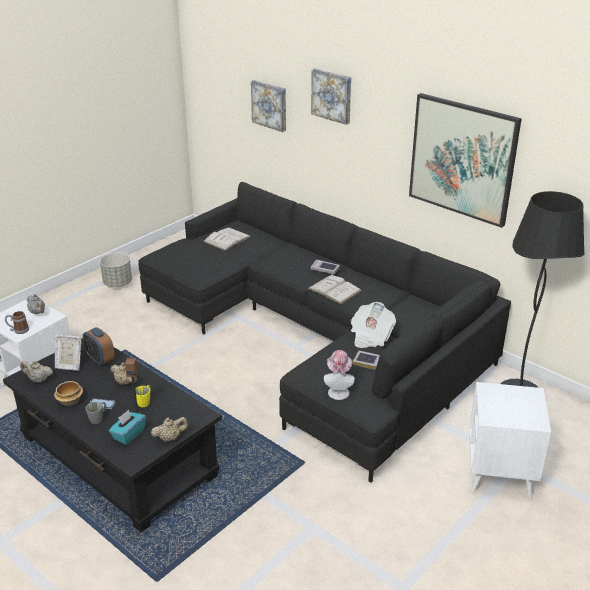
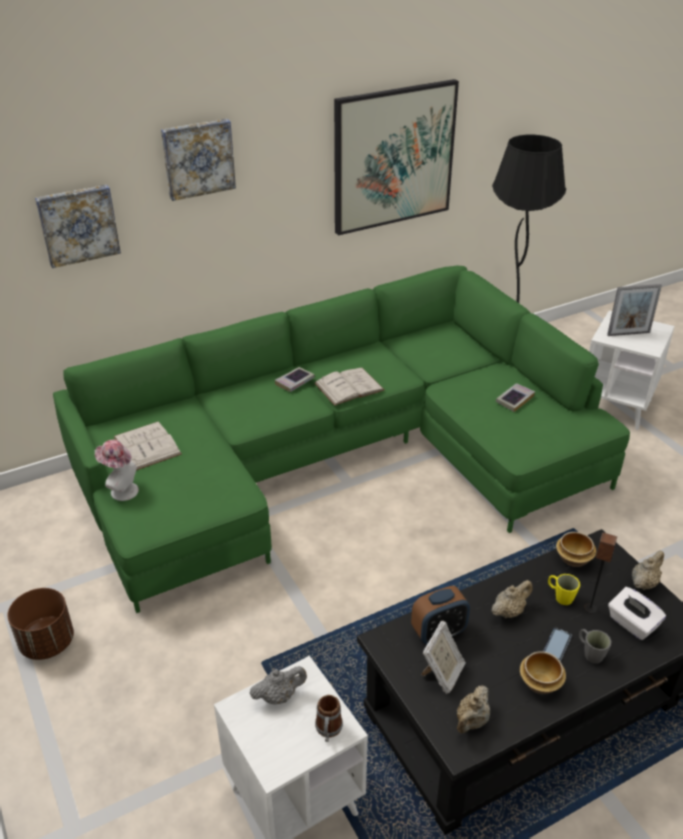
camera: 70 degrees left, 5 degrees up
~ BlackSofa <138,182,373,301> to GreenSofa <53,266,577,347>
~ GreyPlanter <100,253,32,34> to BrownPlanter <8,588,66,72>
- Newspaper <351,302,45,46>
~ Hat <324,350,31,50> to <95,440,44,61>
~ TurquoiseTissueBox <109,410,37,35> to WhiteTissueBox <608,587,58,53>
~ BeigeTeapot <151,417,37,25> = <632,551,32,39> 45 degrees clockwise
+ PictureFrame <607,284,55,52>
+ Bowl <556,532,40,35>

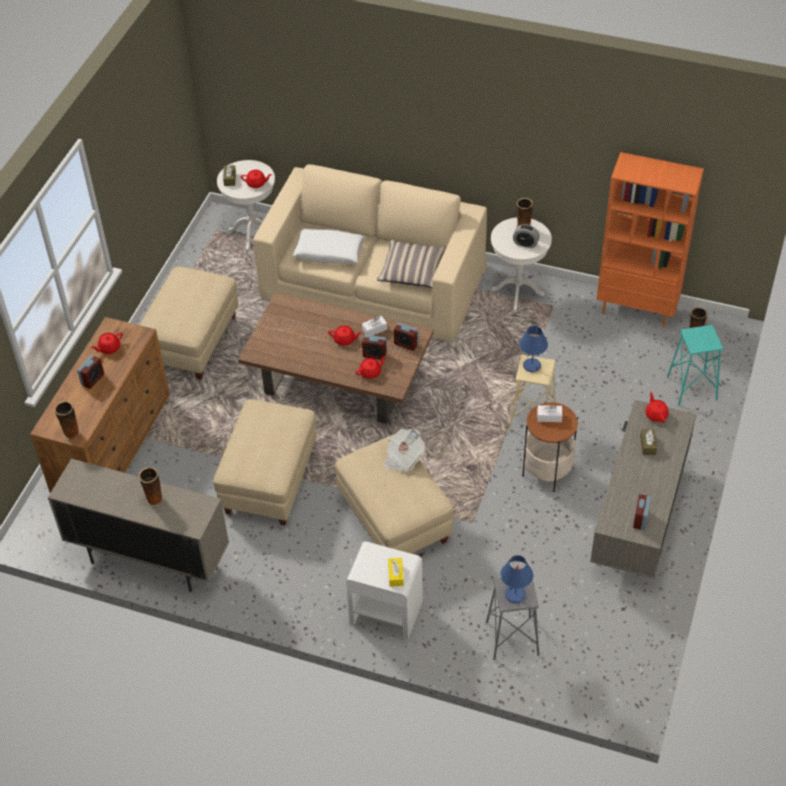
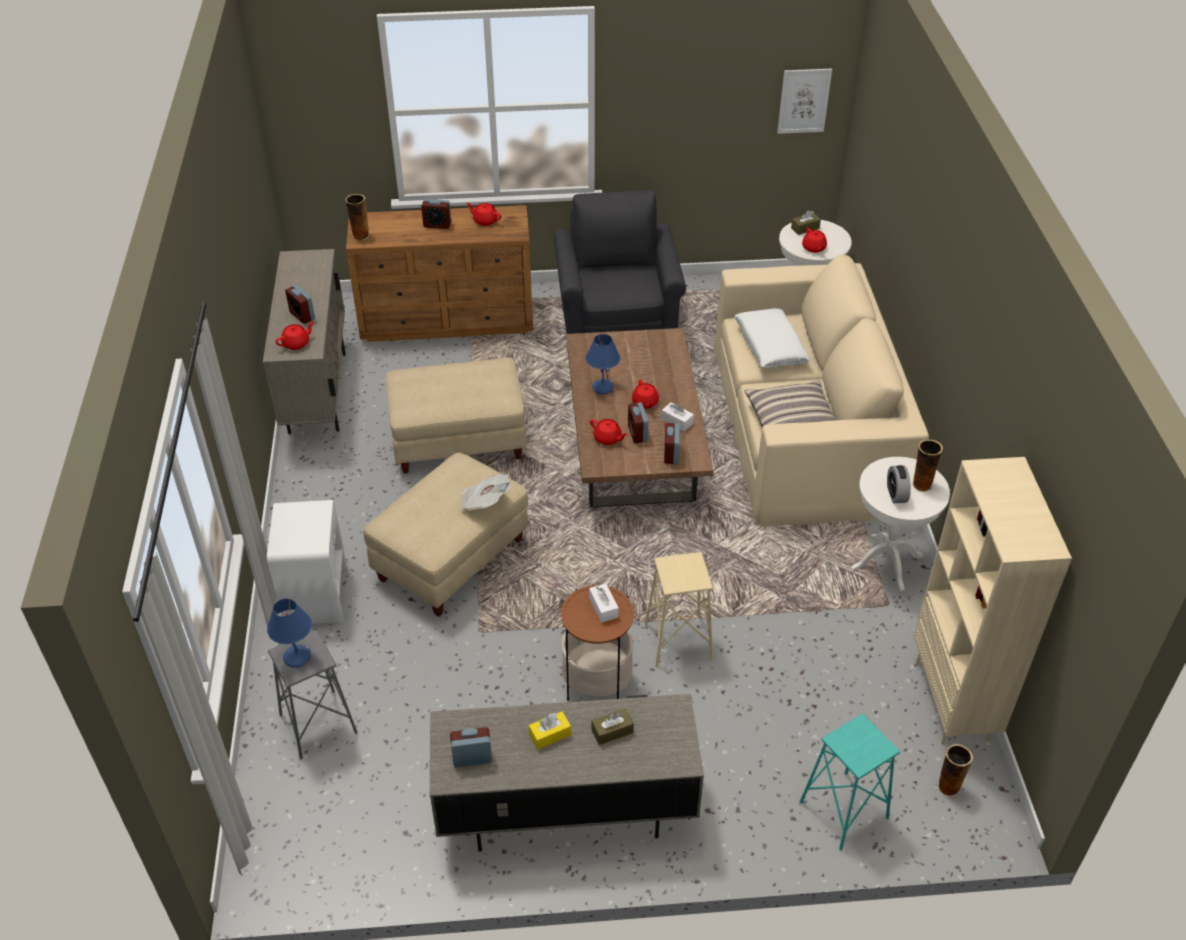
camera: 65 degrees right, 5 degrees down
~ OrangeBookcase <597,152,107,175> to BeigeBookcase <914,457,158,288>
~ BeigeOttoman <140,267,98,113> to GreyArmchair <554,190,132,144>
~ BlueTableLamp <519,326,29,46> to <586,334,34,60>
~ RedTeapot <645,392,24,31> to <275,321,39,29>
~ Vase <139,467,24,39> to AlarmClock <285,285,30,39>
~ YellowTissueBox <388,558,16,29> to <529,711,42,38>
+ Picture <777,69,55,65>

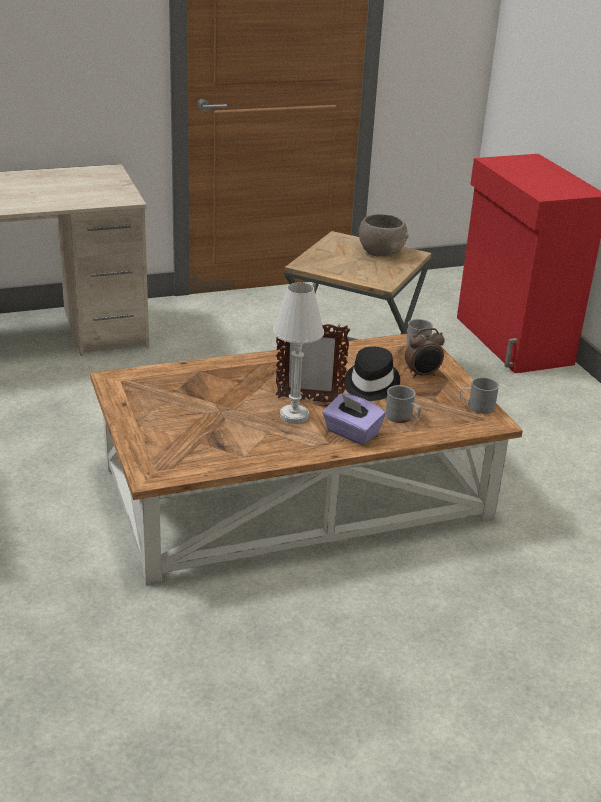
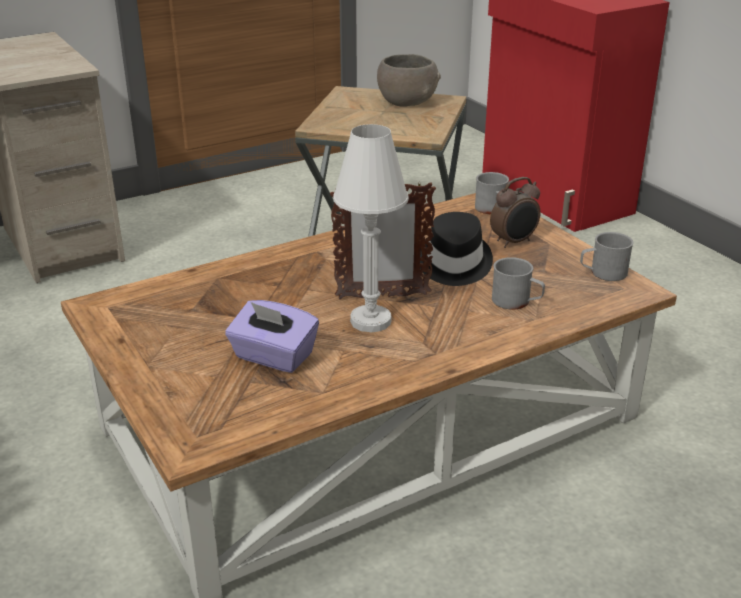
camera: 10 degrees left, 0 degrees up
~ PurpleTissueBox <322,393,64,52> to <225,300,94,73>

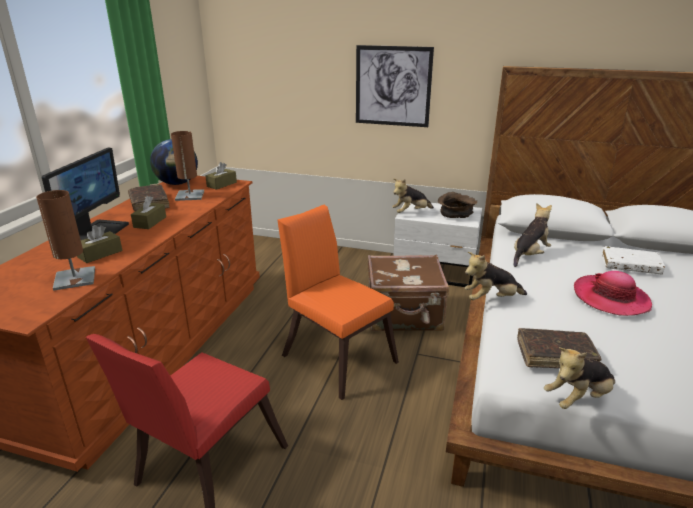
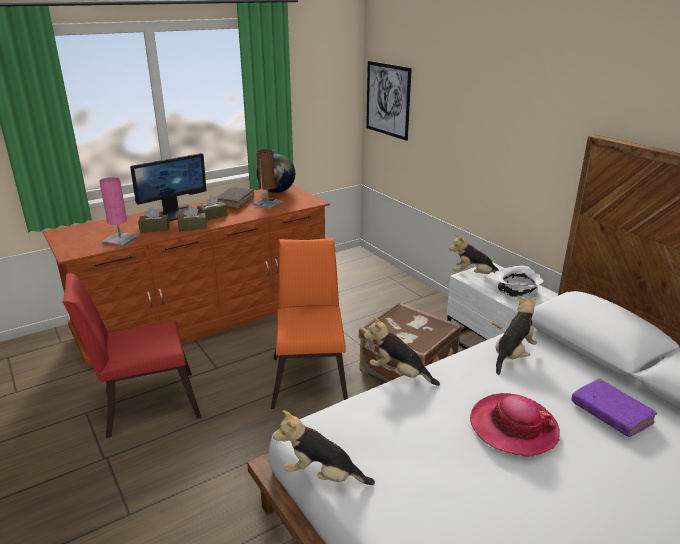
camera: 40 degrees right, 0 degrees up
~ Picture <356,45,78,82> to <366,61,46,80>
~ BrownTissueBox <205,162,32,28> to <178,206,29,25>
~ BrownTableLamp <36,190,59,101> to PinkTableLamp <99,177,40,69>
~ BrownBowl <438,192,39,26> to WhiteBowl <495,265,49,33>
~ PlushToy <514,203,38,64> = <496,296,41,79> 45 degrees counterclockwise
~ WhiteBook <602,246,63,28> to PurpleBook <571,379,86,58>
- BrownBook <517,328,85,40>

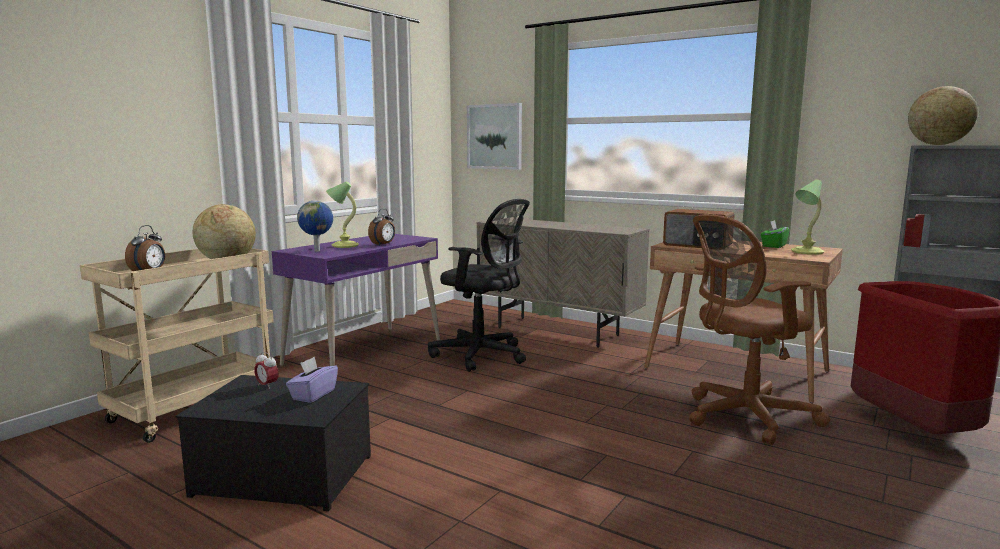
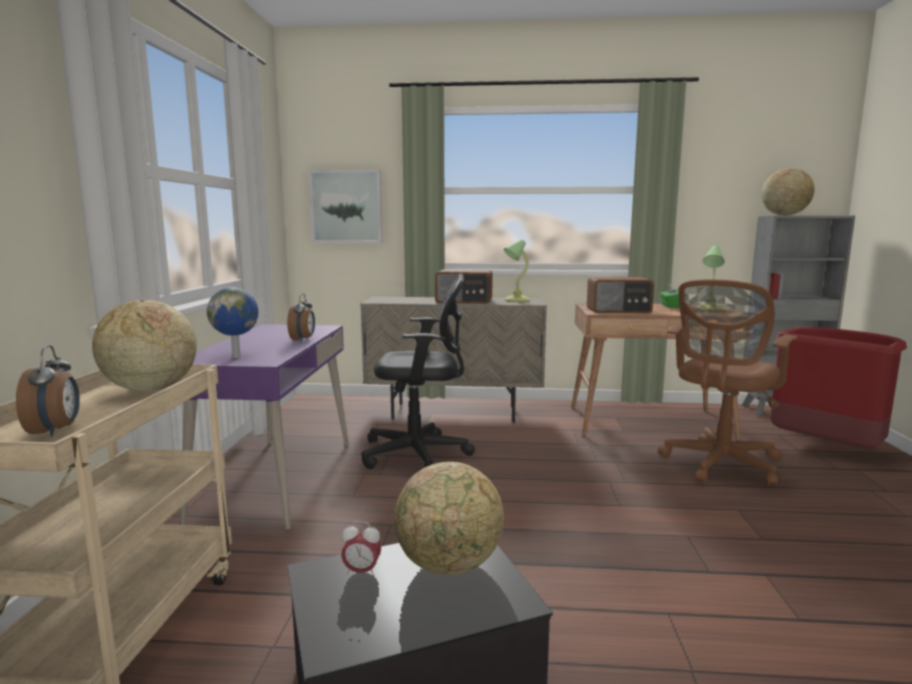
camera: 30 degrees left, 0 degrees up
~ TableLamp <326,182,33,66> to <504,240,26,62>
~ PurpleTissueBox <286,357,52,46> to Globe <394,462,110,113>
+ Radio <435,270,58,34>

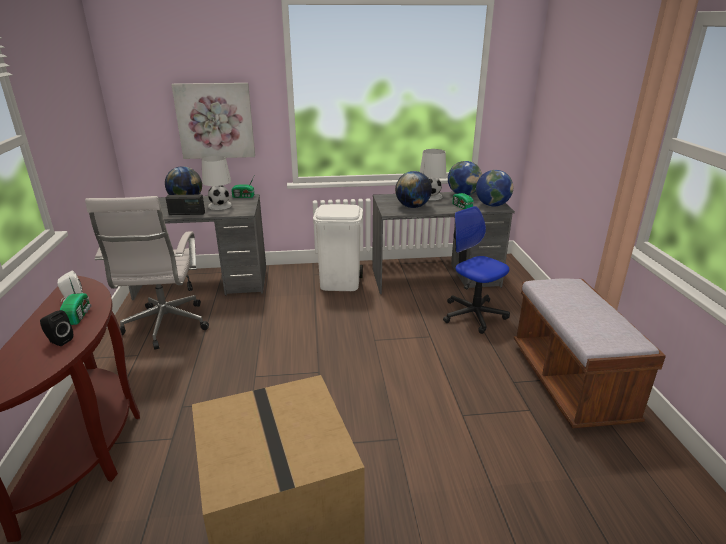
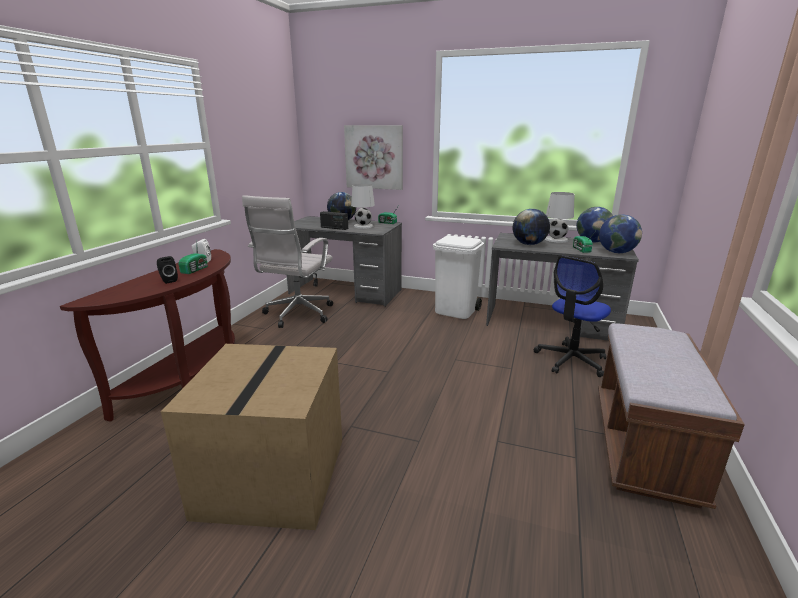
camera: 25 degrees right, 5 degrees down
~ OfficeChair <443,206,67,128> = <534,255,77,122> 120 degrees counterclockwise

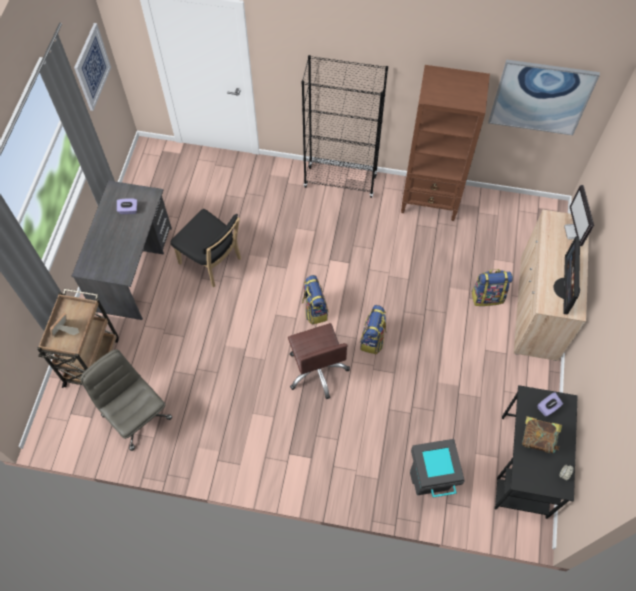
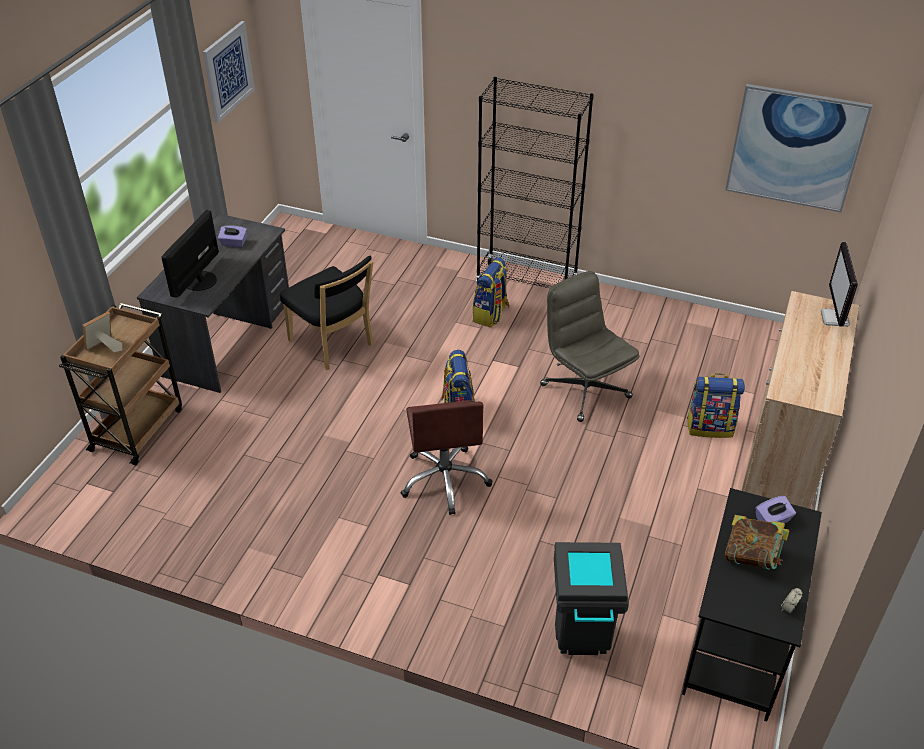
camera: 10 degrees right, 20 degrees down
- BrownBookcase <401,65,89,156>
~ Monitor <554,237,26,77> to <161,210,58,88>
~ Backpack <360,305,27,49> to <473,257,36,70>
~ GreyOfficeChair <80,349,92,102> to <540,271,99,151>

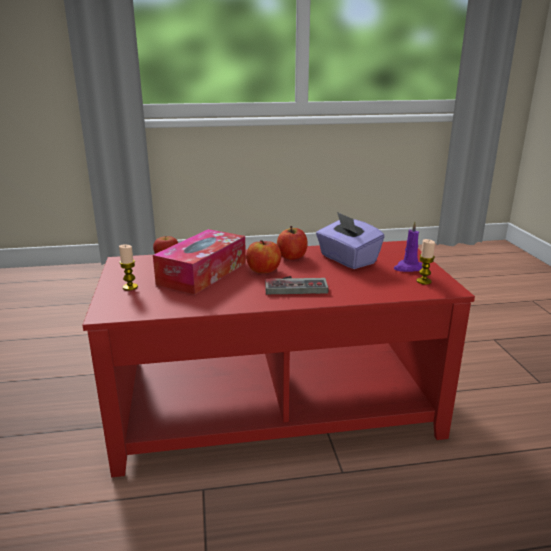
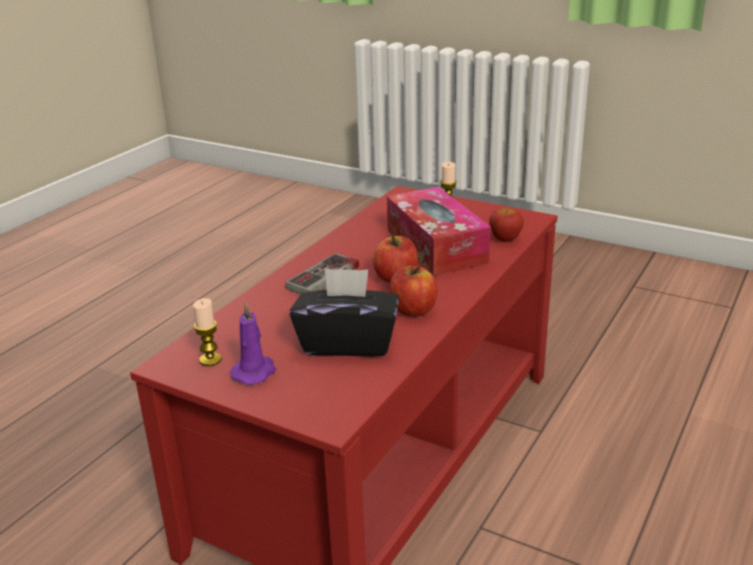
camera: 130 degrees right, 5 degrees up
~ PurpleTissueBox <316,212,69,57> to BlackTissueBox <290,268,109,89>

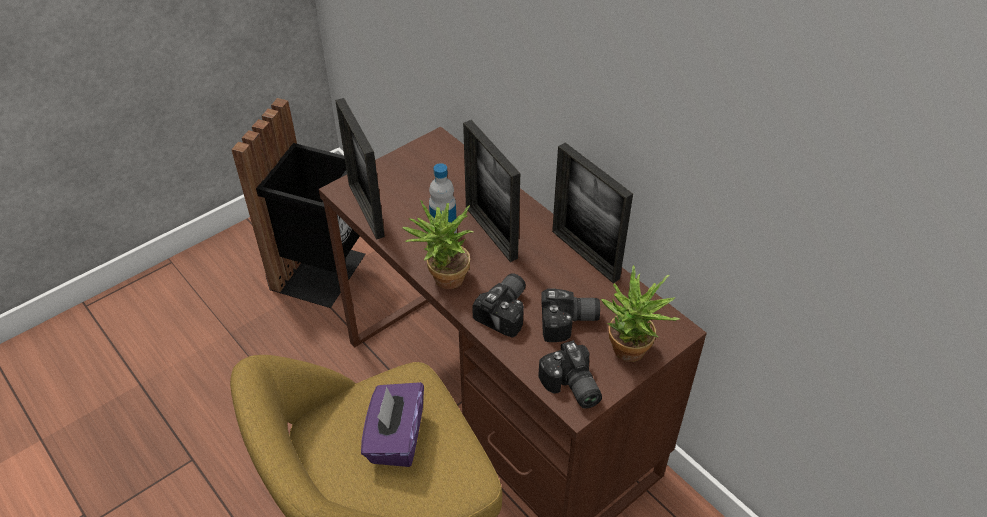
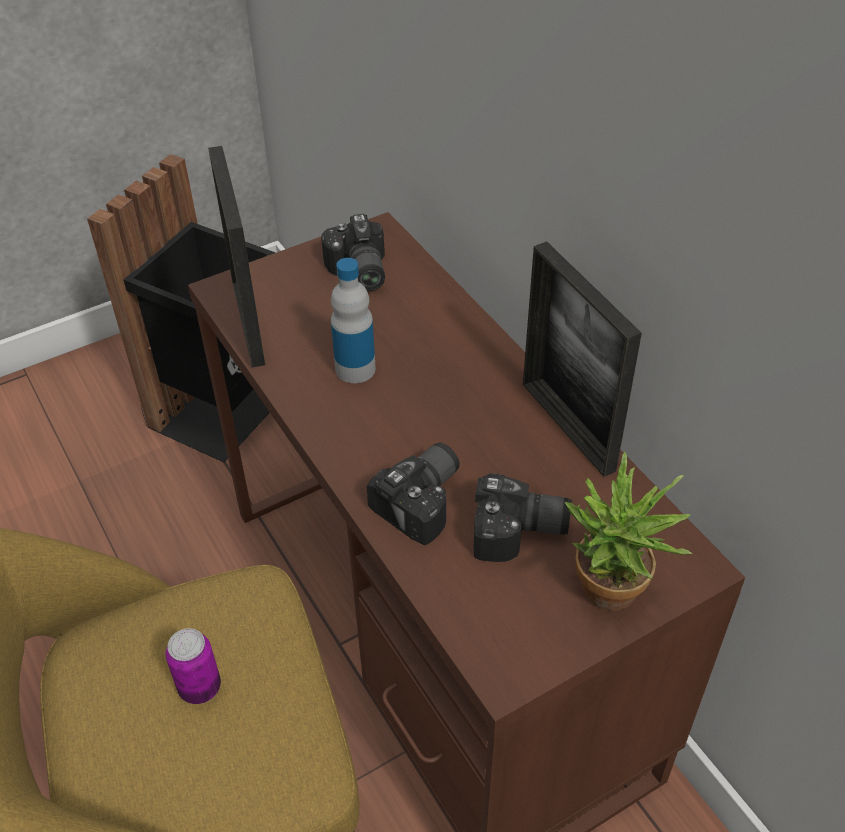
camera: 10 degrees right, 0 degrees up
- PictureFrame <463,120,57,142>
- PottedPlant <403,200,71,89>
~ PhotoCamera <539,340,63,69> to <321,214,64,77>
~ PurpleTissueBox <361,382,63,85> to Can <166,628,55,76>

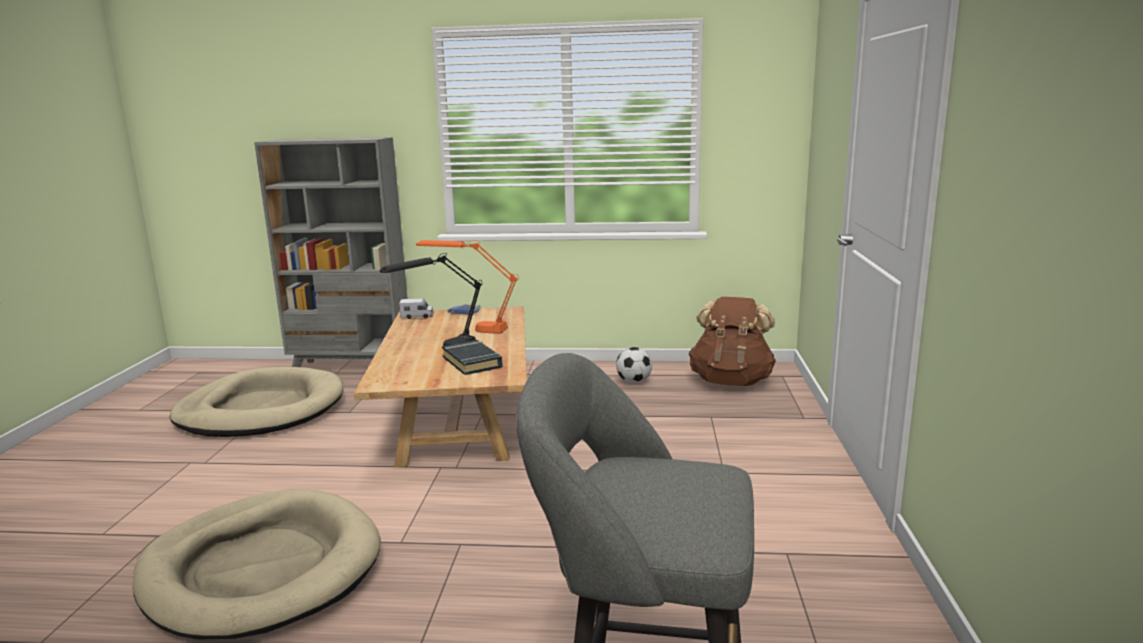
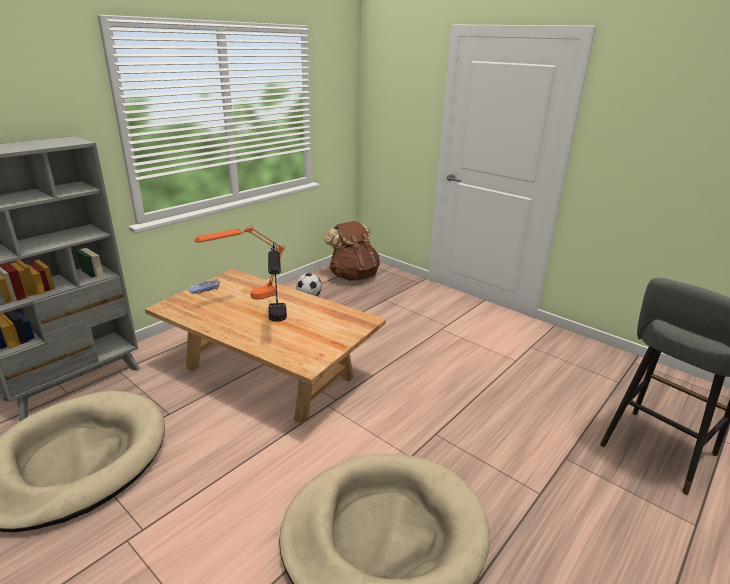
camera: 55 degrees left, 10 degrees up
- ToyTruck <399,298,35,21>
- BlackBook <442,340,61,35>

